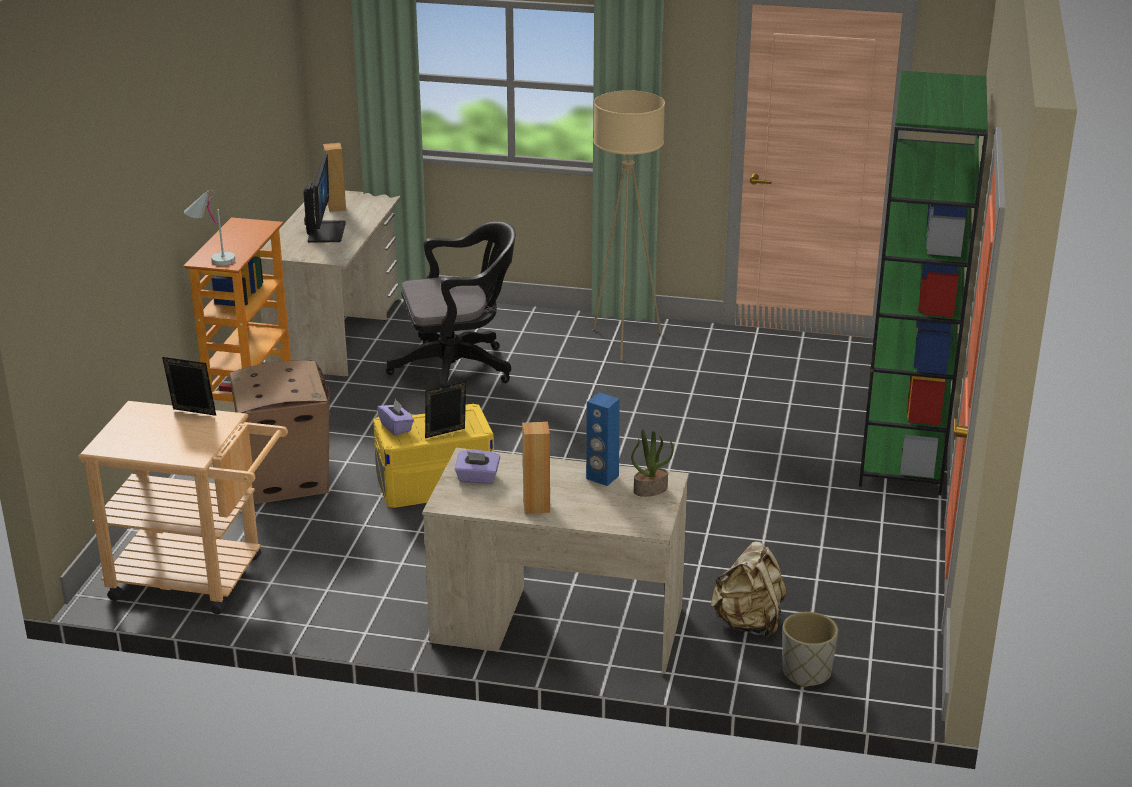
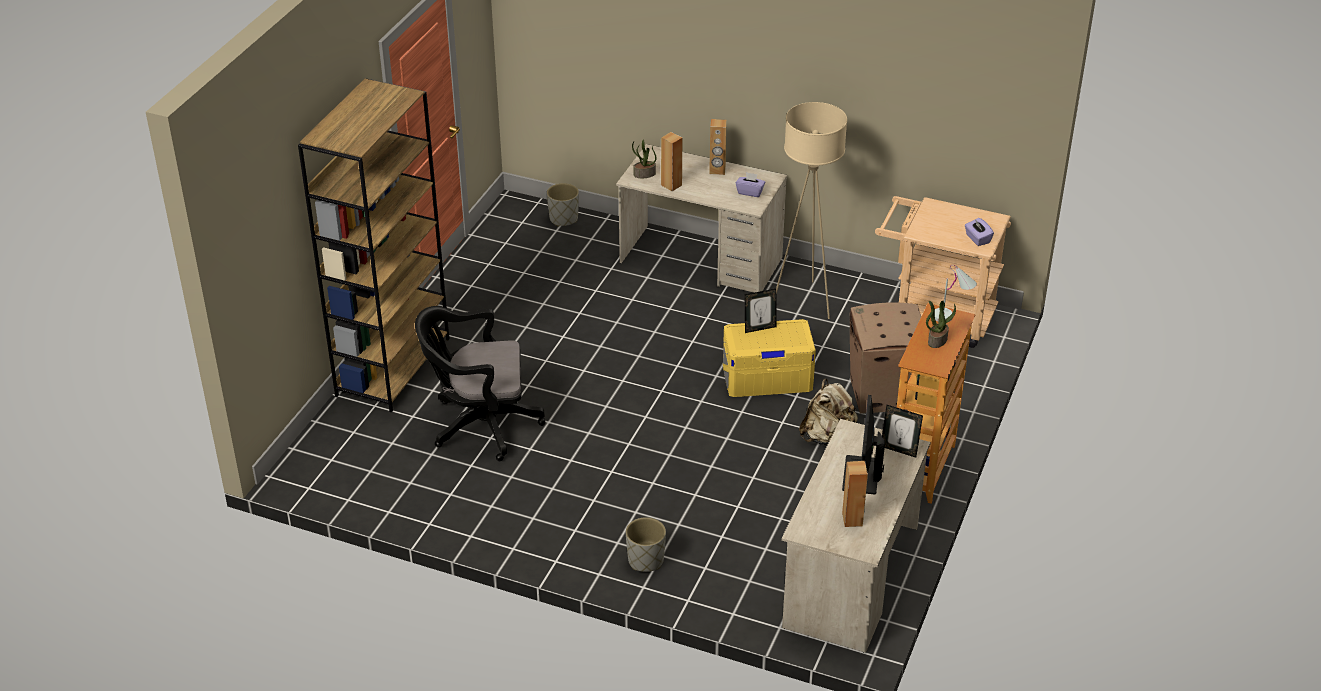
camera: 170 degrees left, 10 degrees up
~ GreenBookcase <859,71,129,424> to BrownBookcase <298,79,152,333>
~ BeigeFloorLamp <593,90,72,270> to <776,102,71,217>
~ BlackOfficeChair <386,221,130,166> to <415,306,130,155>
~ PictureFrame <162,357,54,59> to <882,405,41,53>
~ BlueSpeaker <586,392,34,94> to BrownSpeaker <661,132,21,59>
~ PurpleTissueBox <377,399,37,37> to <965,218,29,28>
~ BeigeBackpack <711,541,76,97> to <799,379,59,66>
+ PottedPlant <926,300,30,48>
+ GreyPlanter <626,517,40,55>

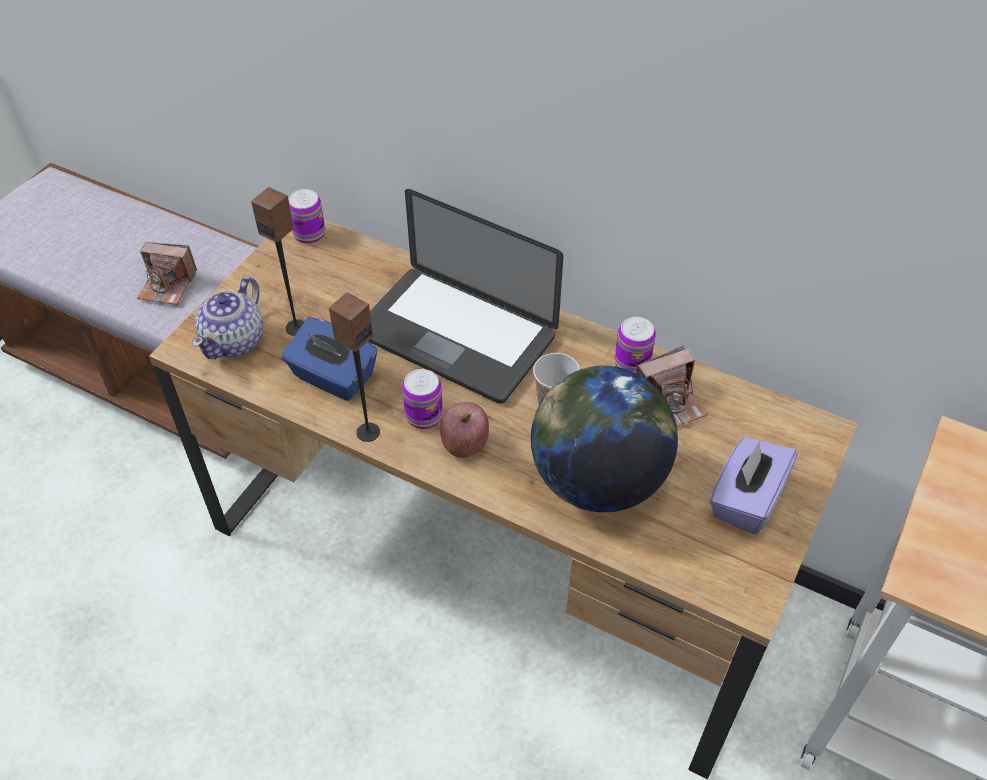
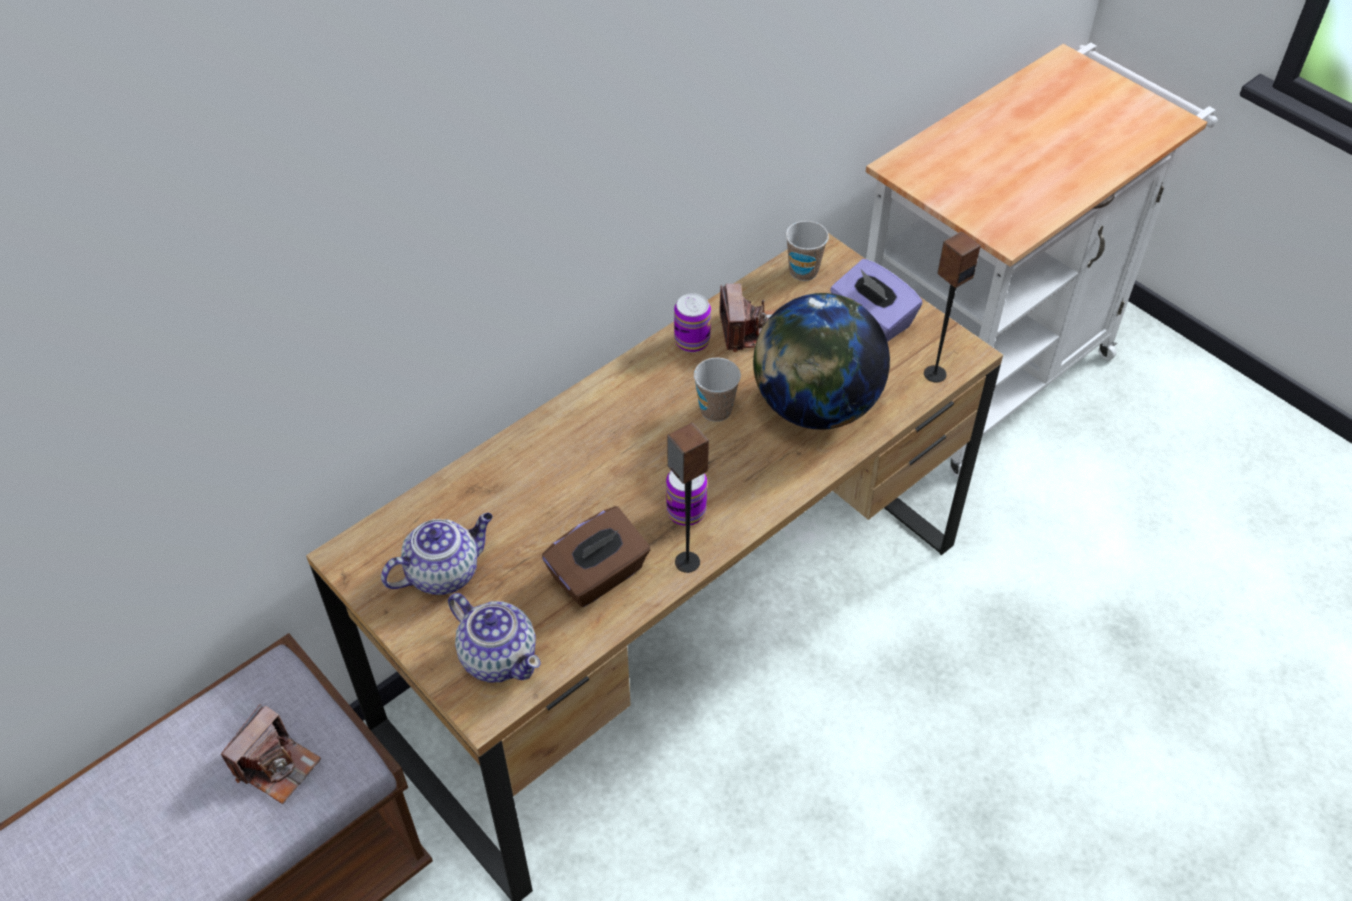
camera: 70 degrees left, 0 degrees up
~ Speaker <251,187,53,149> to <924,231,56,151>
- Can <289,189,36,55>
- Laptop <369,189,195,215>
~ BlueTissueBox <282,317,95,84> to BrownTissueBox <542,506,108,101>
- Apple <440,402,49,56>
+ Cup <786,221,43,60>
+ Teapot <381,513,112,82>

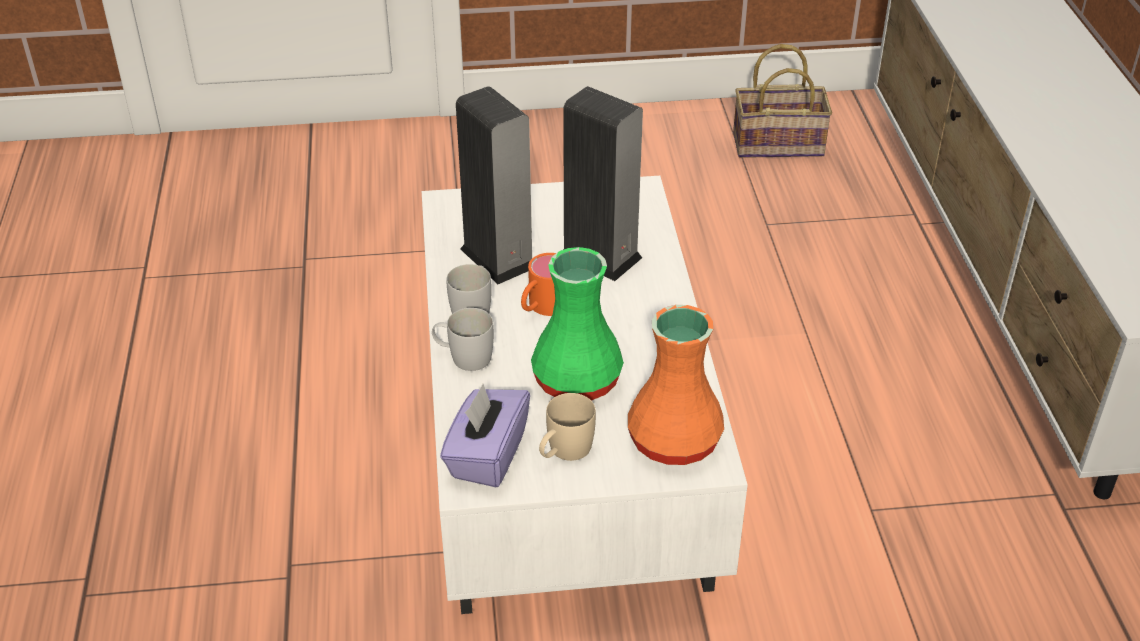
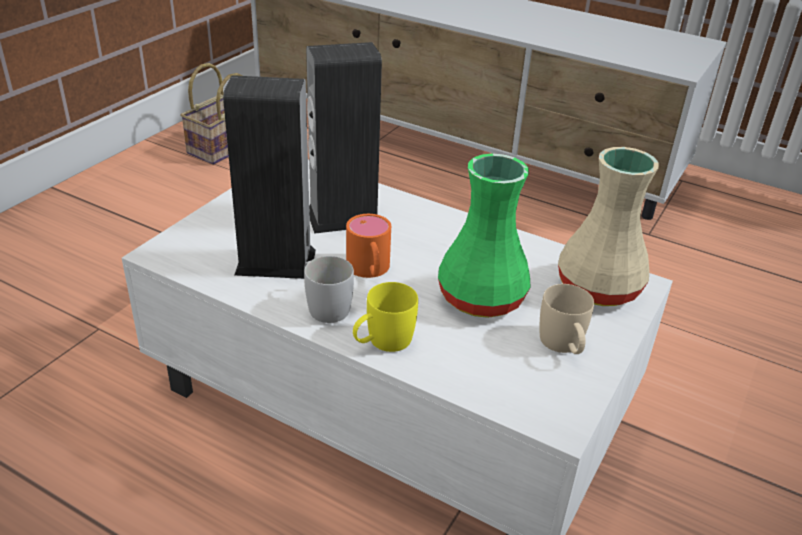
camera: 55 degrees left, 5 degrees down
~ OrangeVase <628,305,96,160> to BeigeVase <558,147,101,159>
~ WhiteMug <432,308,62,63> to YellowMug <353,282,65,70>
- PurpleTissueBox <440,384,90,104>

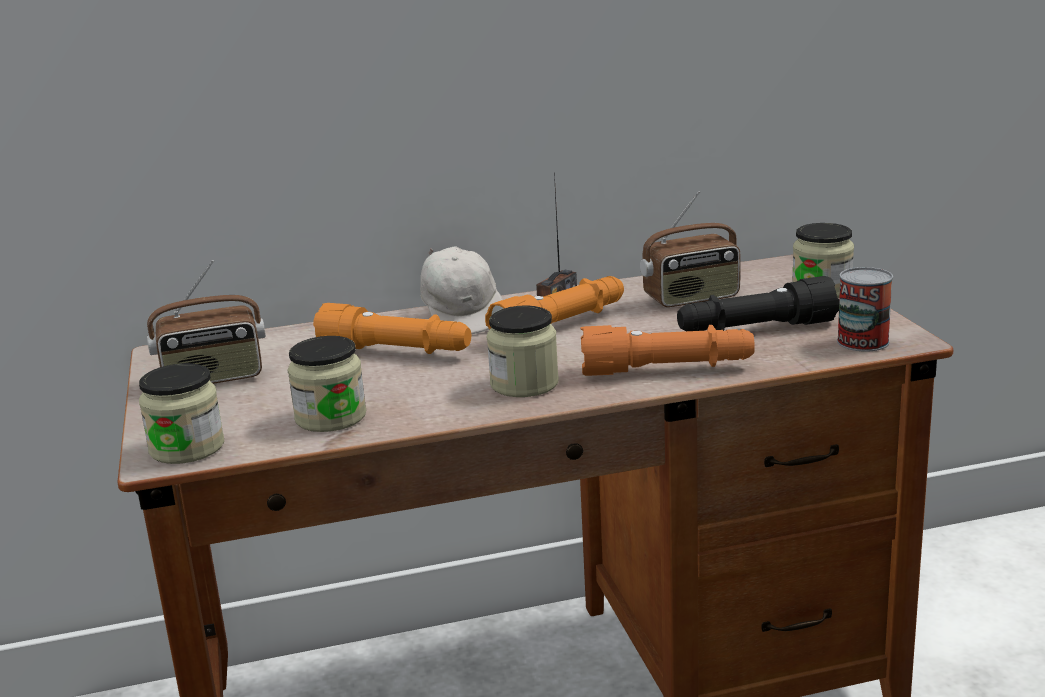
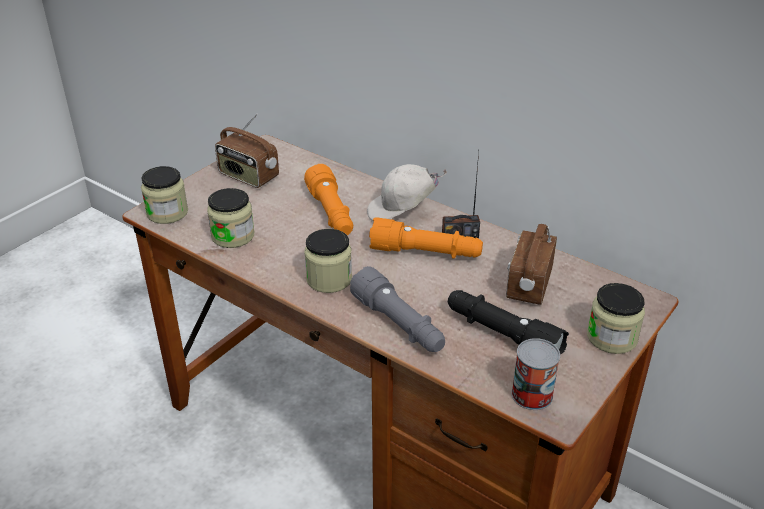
camera: 50 degrees right, 15 degrees up
~ Radio <640,191,101,116> = <506,224,51,81> 75 degrees clockwise
~ WhiteCap <420,246,83,89> = <367,164,80,58> 45 degrees clockwise
~ OrangeFlashlight <580,325,175,51> to GreyFlashlight <350,266,95,86>

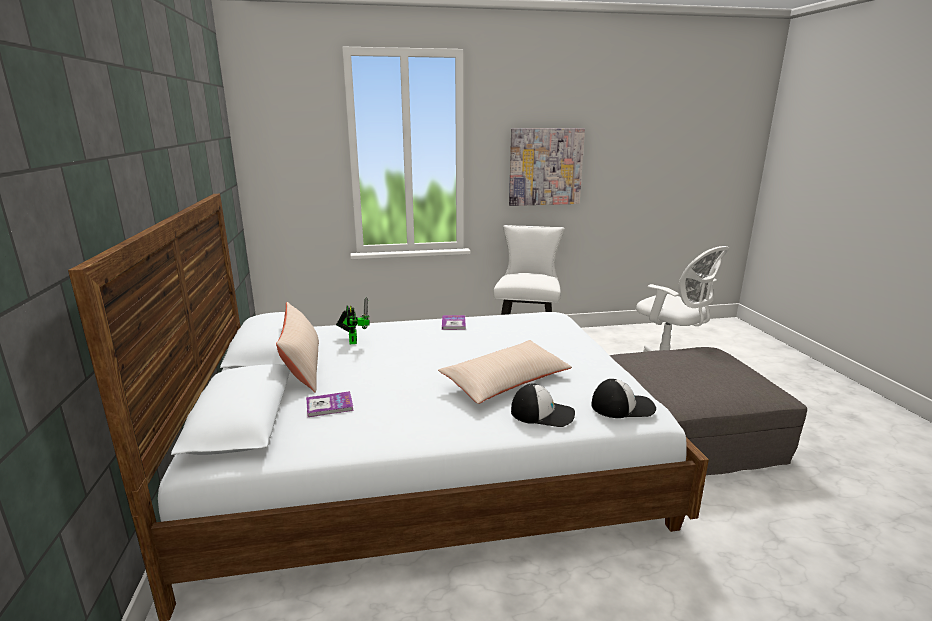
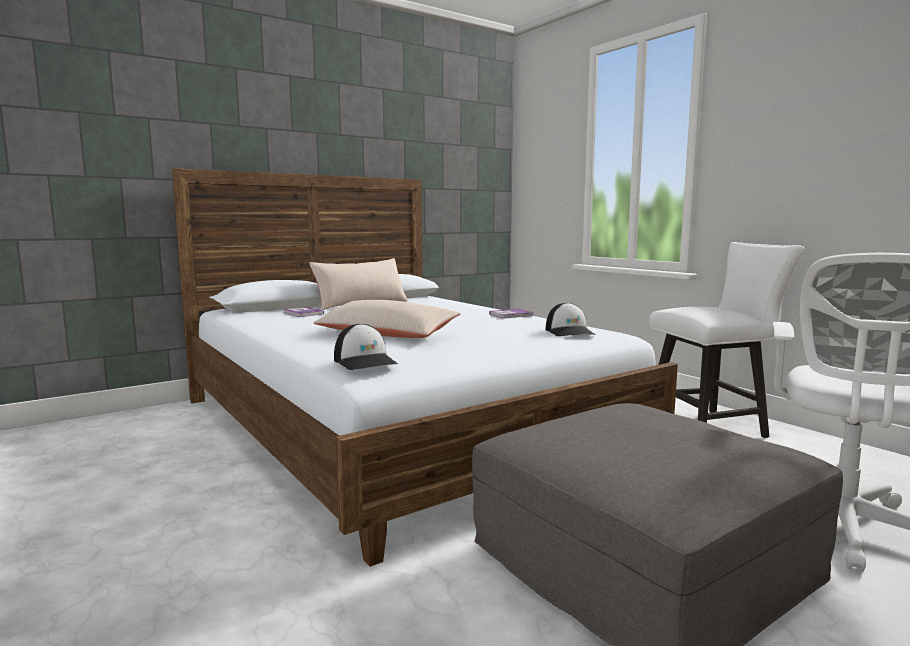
camera: 65 degrees right, 10 degrees down
- Picture <509,128,76,78>
- ToyRobot <336,297,34,47>
~ Cap <511,383,64,44> to <546,302,50,34>

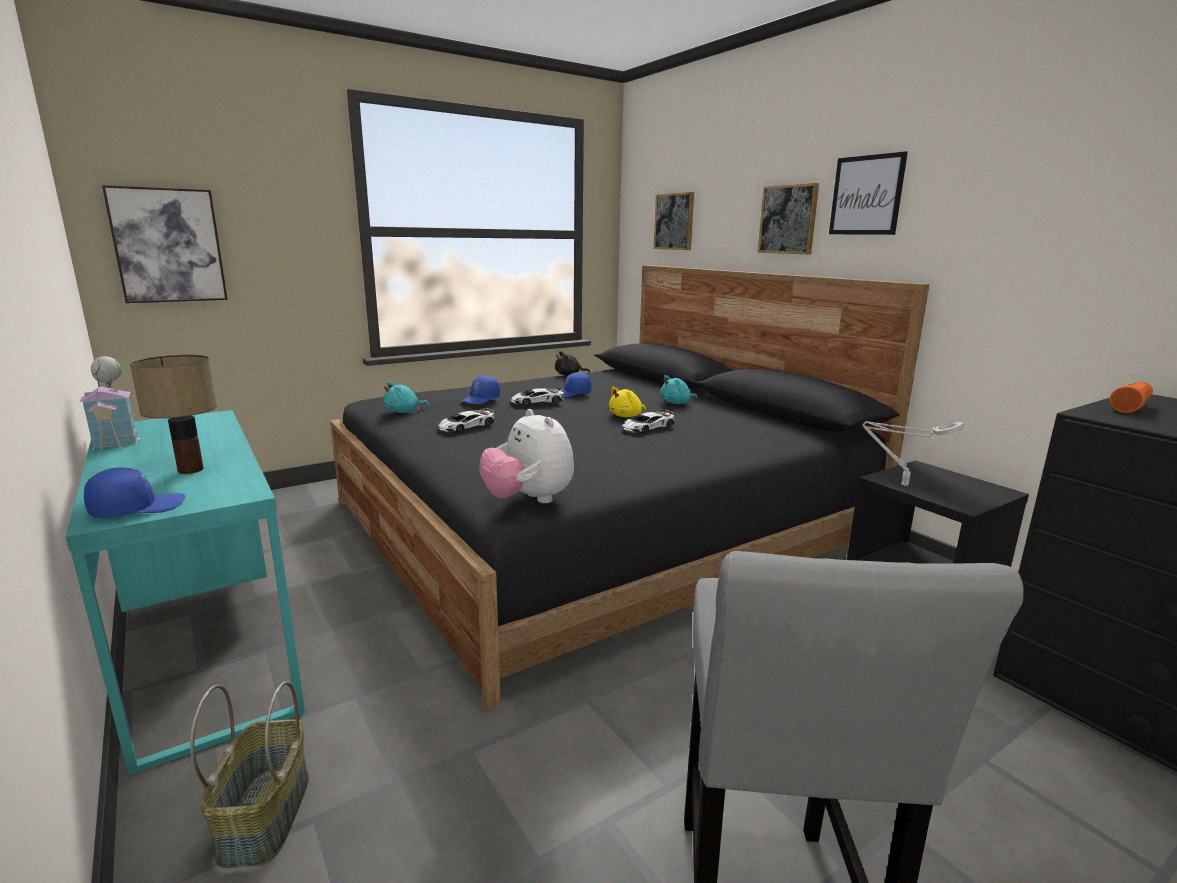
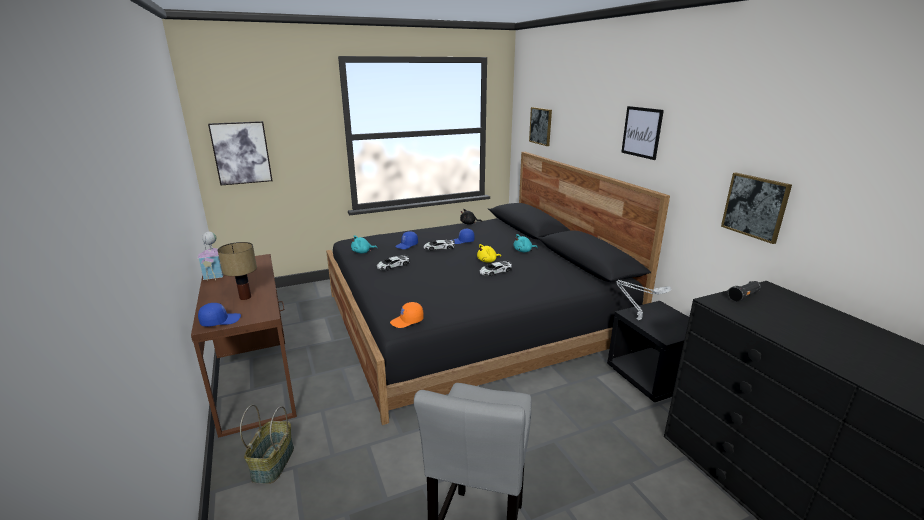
camera: 10 degrees right, 5 degrees up
~ Picture <758,183,61,71> to <721,173,71,71>
~ OrangeFlashlight <1109,382,44,31> to BlackFlashlight <728,281,33,21>
~ PlushToy <479,409,95,94> to OrangeCap <390,302,34,26>
~ TurquoiseDesk <66,410,239,365> to BrownDesk <191,254,106,184>

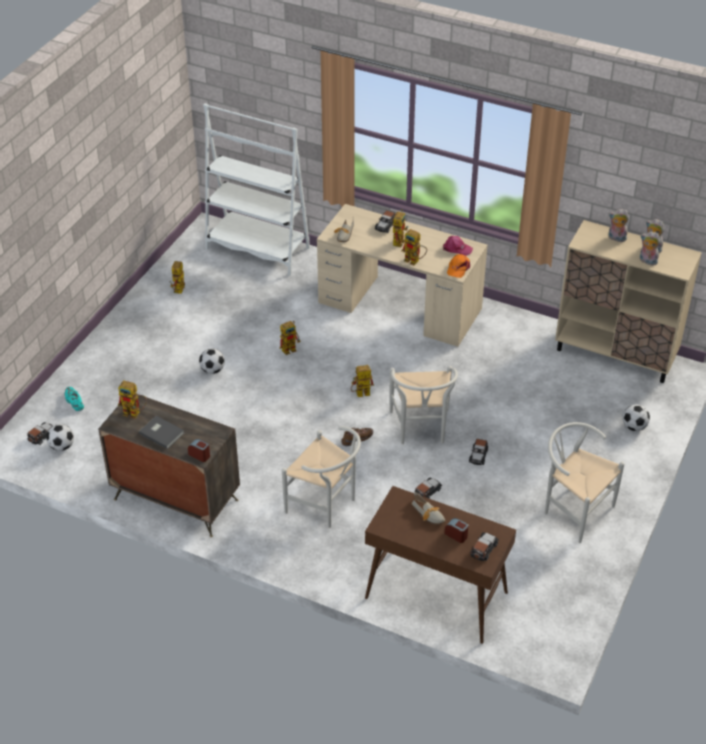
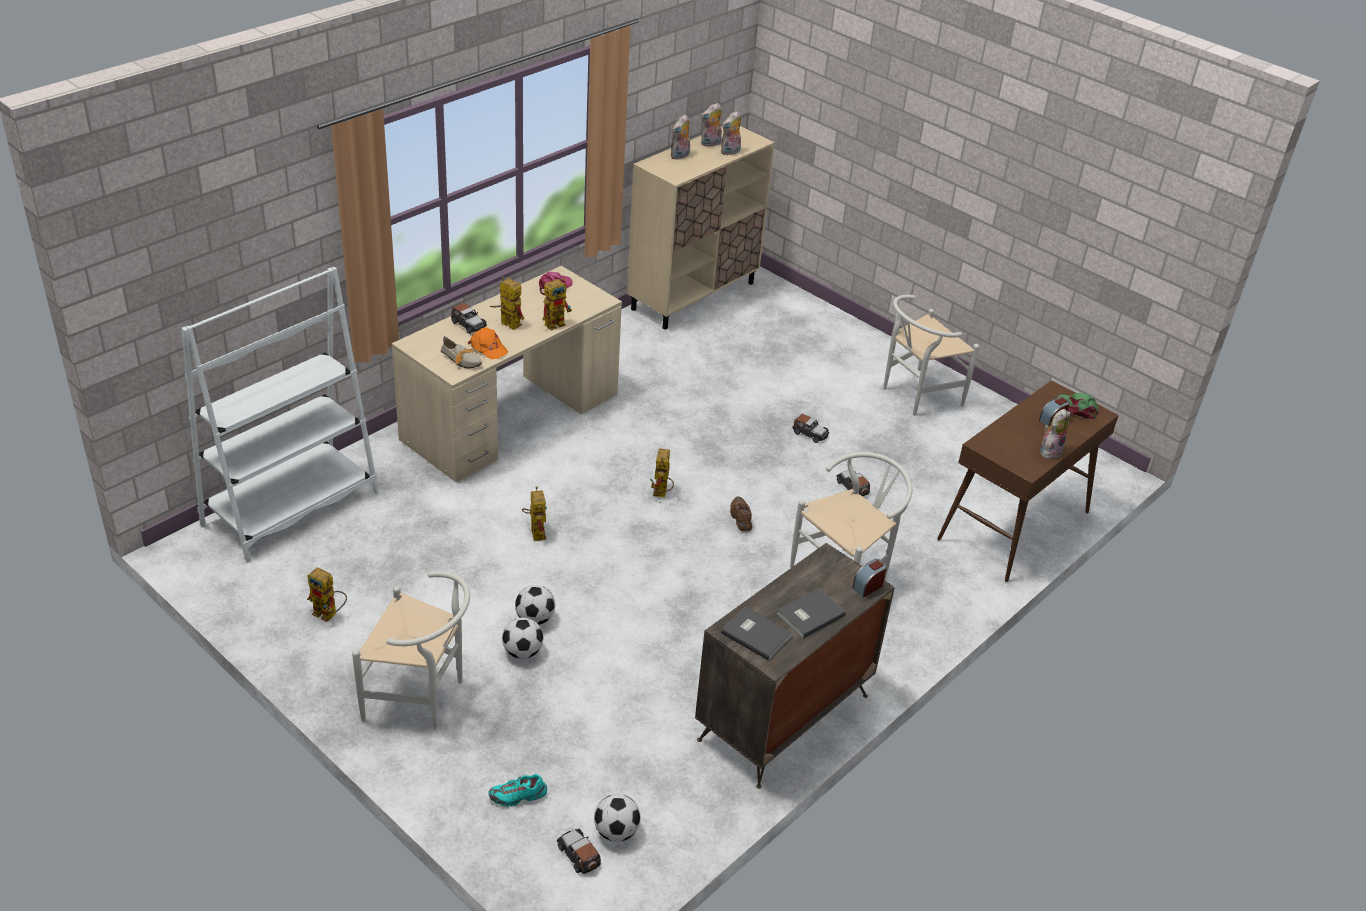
camera: 75 degrees left, 5 degrees down
~ OrangeCap <447,254,23,24> to <468,327,40,32>
~ WhiteChair <389,366,69,78> to <352,571,118,159>
~ ToyRobot <118,380,29,39> to GreyBook <721,607,71,54>
~ Football <623,405,27,26> to <502,617,41,42>
- Shoe <411,492,34,33>
~ ToyCar <470,532,29,29> to GreenCap <1057,393,43,26>
+ PlushToy <1041,409,30,50>

